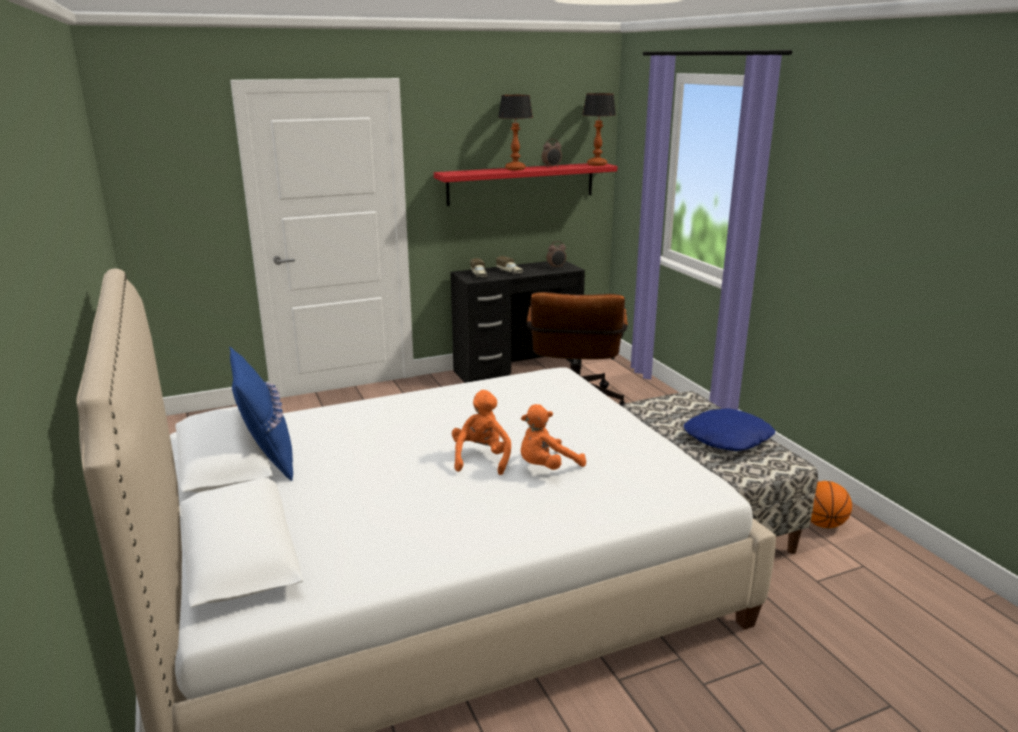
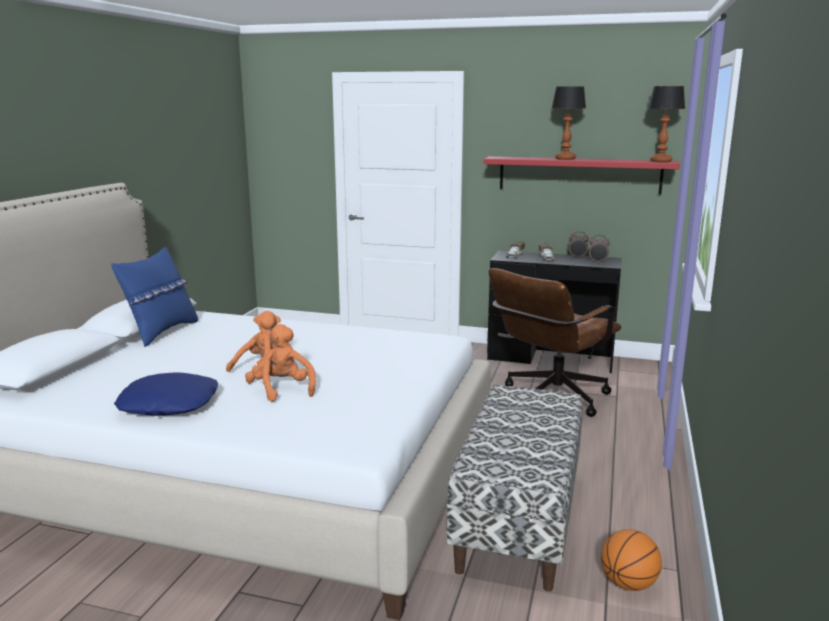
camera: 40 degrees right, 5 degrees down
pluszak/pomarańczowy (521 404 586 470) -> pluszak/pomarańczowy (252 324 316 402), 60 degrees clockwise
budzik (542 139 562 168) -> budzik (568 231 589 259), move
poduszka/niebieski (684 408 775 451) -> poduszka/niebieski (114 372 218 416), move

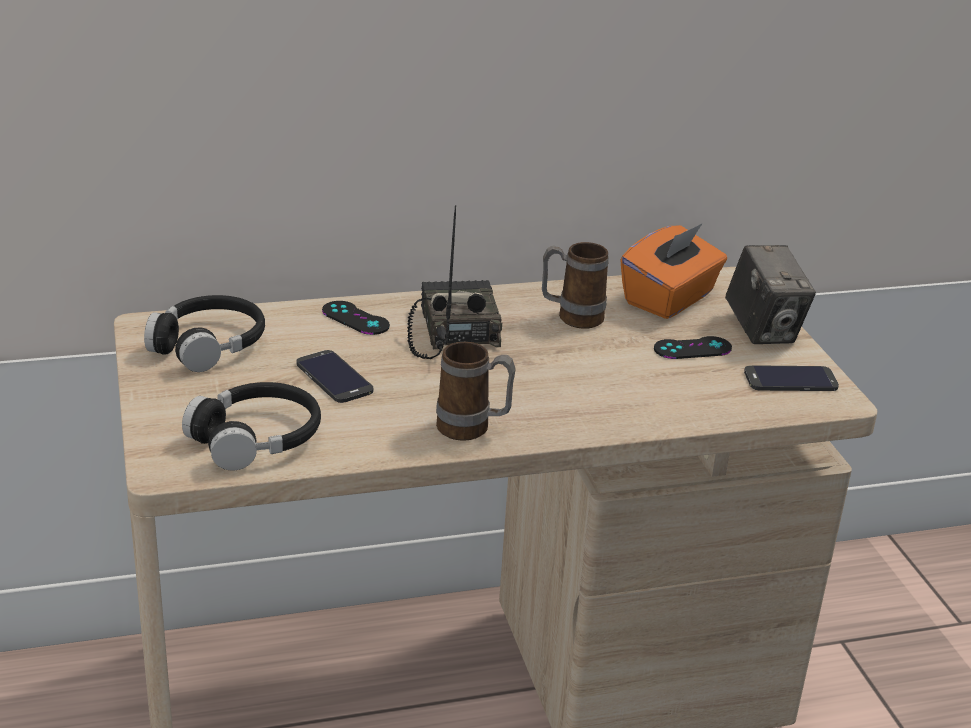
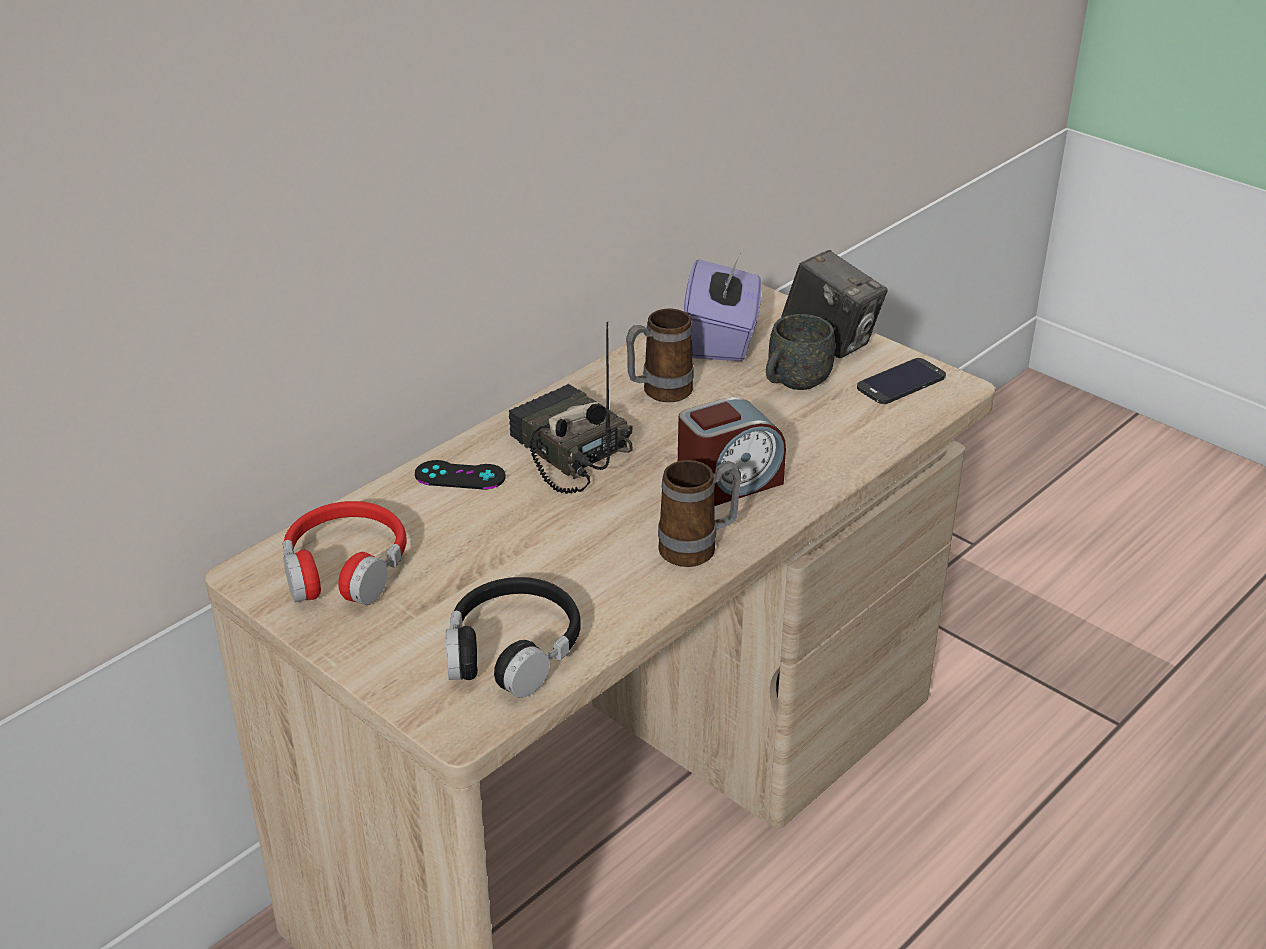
camera: 30 degrees left, 5 degrees up
słuchawki/czarny (144 295 265 372) -> słuchawki/czerwony (283 501 407 605)
telefon (296 350 374 403) -> none
pudełko chusteczek/pomarańczowy (620 223 727 319) -> pudełko chusteczek/fioletowy (684 252 762 361)
pad do gier/czarny (654 336 732 359) -> kubek/szary (766 314 835 390)
none -> budzik (678 397 786 506)

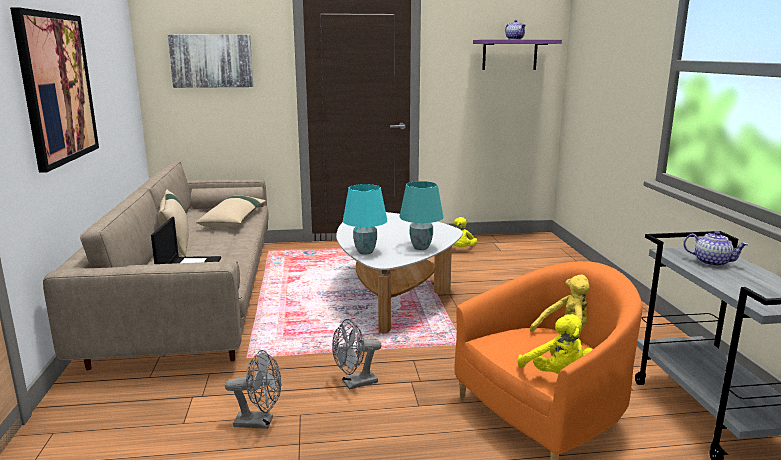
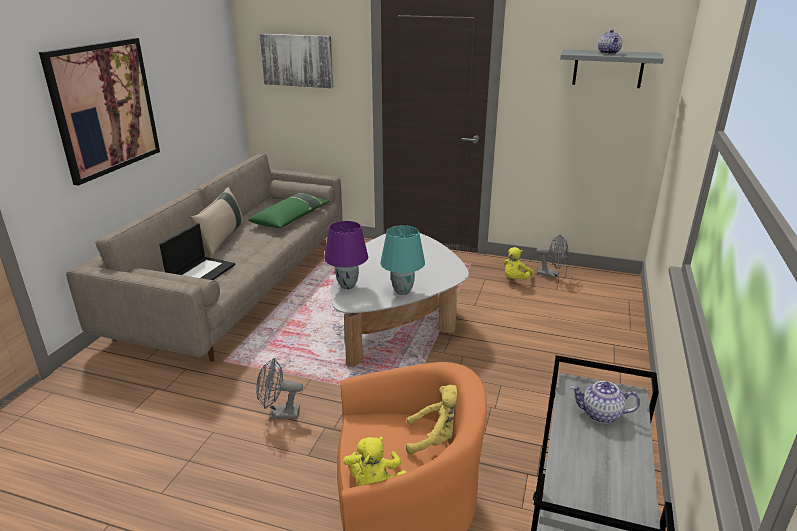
camera: 25 degrees right, 10 degrees up
poduszka/beżowy (196 196 266 228) -> poduszka/zielony (248 193 330 228)
wentylator/szary (225 350 281 429) -> wentylator/szary (536 235 568 278), move
lampa stołowa/turkusowy (343 184 387 255) -> lampa stołowa/fioletowy (324 221 368 289)
półka/fioletowy (473 39 562 70) -> półka/szary (560 49 664 88)
imbryk (683 231 749 266) -> imbryk (571 381 640 424), 135 degrees clockwise

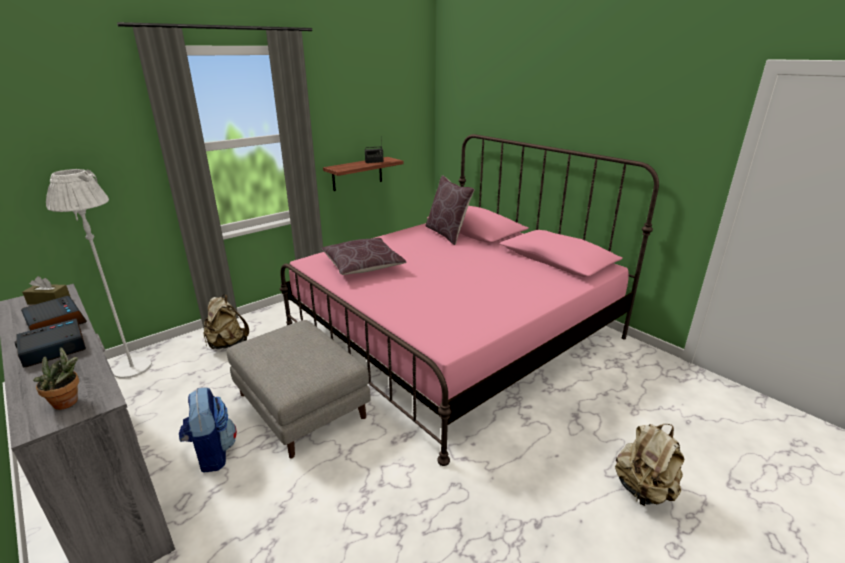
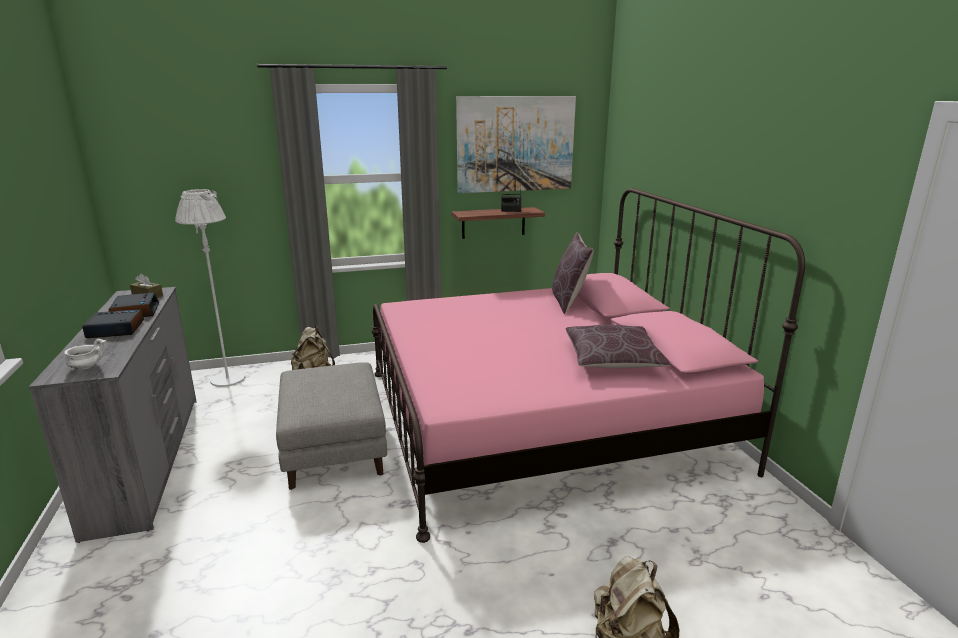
camera: 25 degrees right, 5 degrees down
roślina doniczkowa (33 347 79 410) -> miska/biały (64 339 106 369)
plecak (179 388 237 472) -> none
poduszka/brązowy (322 238 406 275) -> poduszka/brązowy (565 325 670 368), move
none -> obraz (456 96 576 193)

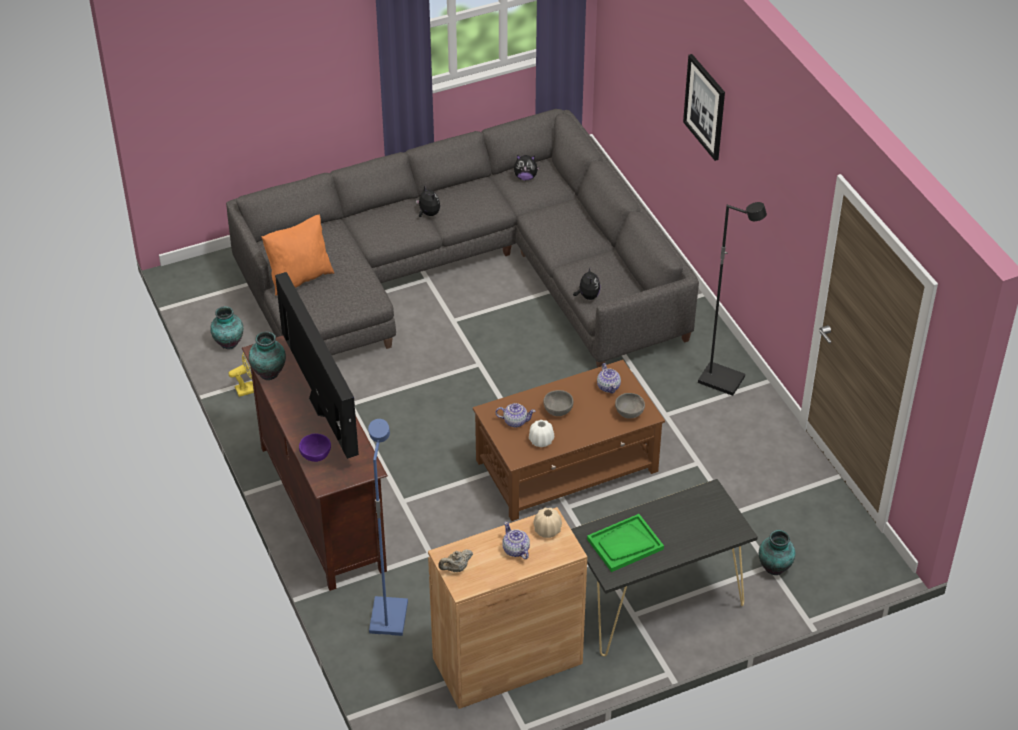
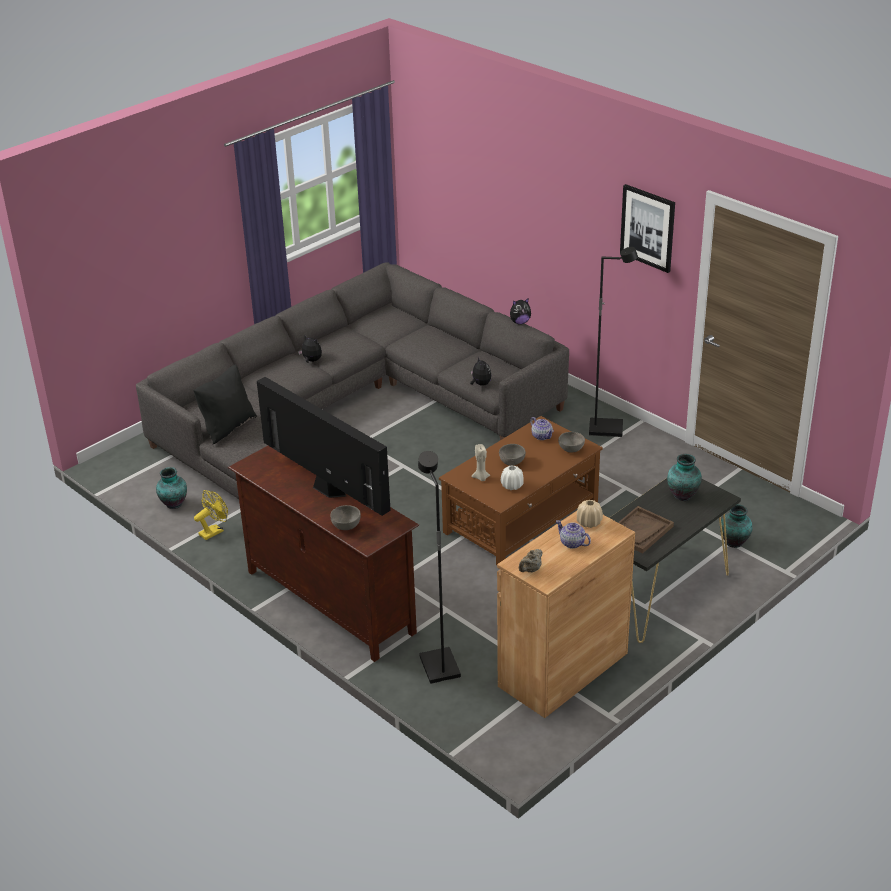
camera: 20 degrees left, 10 degrees down
wazon (249 331 286 380) -> wazon (667 454 702 501), move
poduszka/pomarańczowy (261 215 334 295) -> poduszka/czarny (193 364 257 444)
miska/fioletowy (299 433 331 462) -> miska/szary (331 505 361 530)
lampa stojąca/niebieski (368 419 408 636) -> lampa stojąca/czarny (418 451 461 684)
imbryk (495 403 536 427) -> świeca/beżowy (472 444 490 481)
pluszak (514 155 540 180) -> pluszak (510 298 531 324), move
taca/zielony (587 514 664 572) -> taca/brązowy (618 506 674 554)
obraz (683 54 725 161) -> obraz (620 184 675 273), move

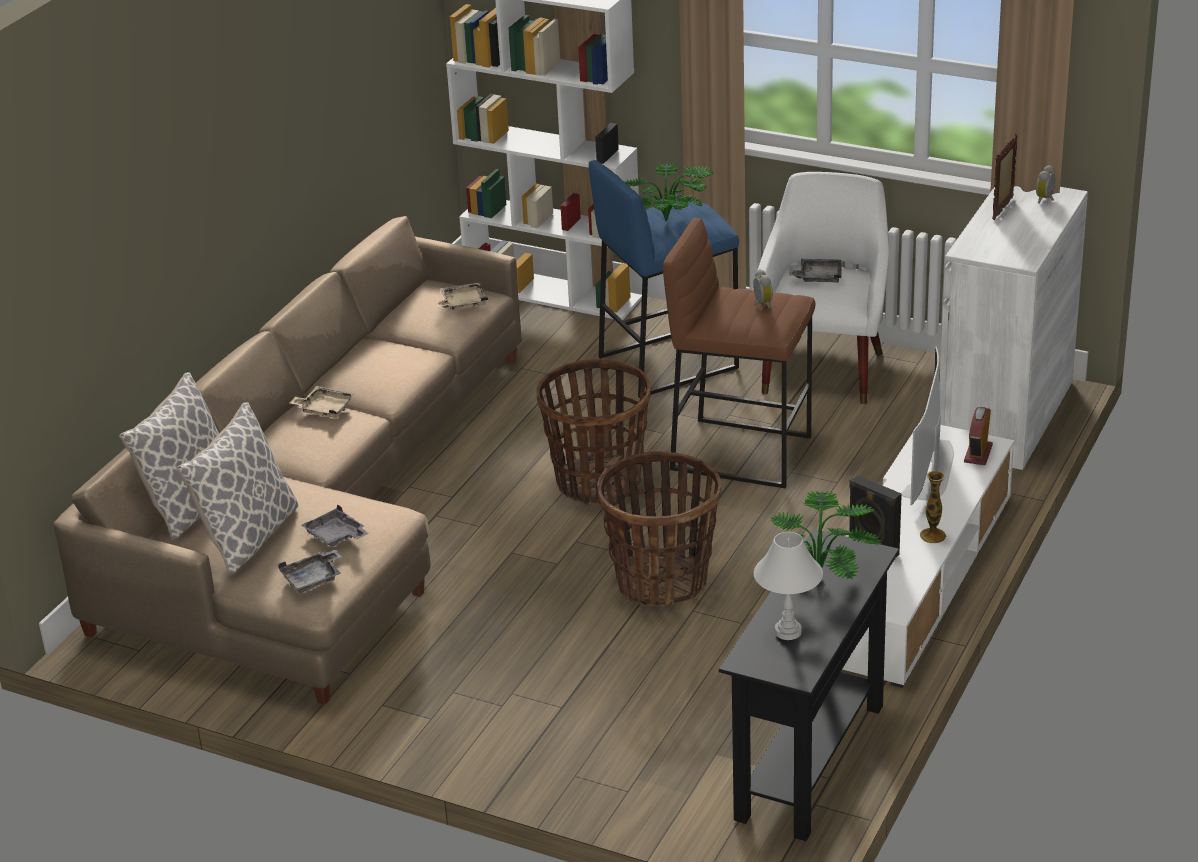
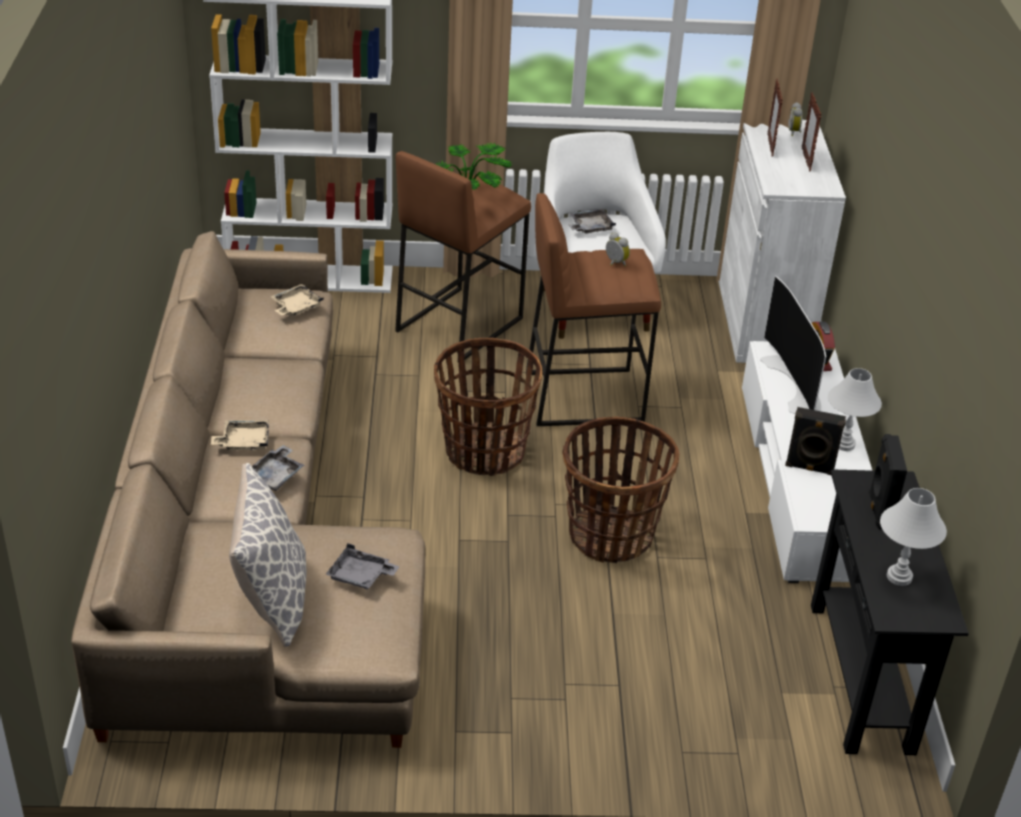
camera: 30 degrees left, 5 degrees up
poduszka (119 373 219 540) -> none
taca/szary (278 550 342 593) -> taca/szary (252 445 304 491), move
stołek/niebieski (589 160 739 398) -> stołek/brązowy (395 151 531 363)
roślina doniczkowa (771 491 881 580) -> głośnik/czarny (869 434 907 530)
wazon (920 471 946 543) -> lampa stołowa/biały (828 368 882 451)
none -> ramka na zdjęcie (802 92 821 171)

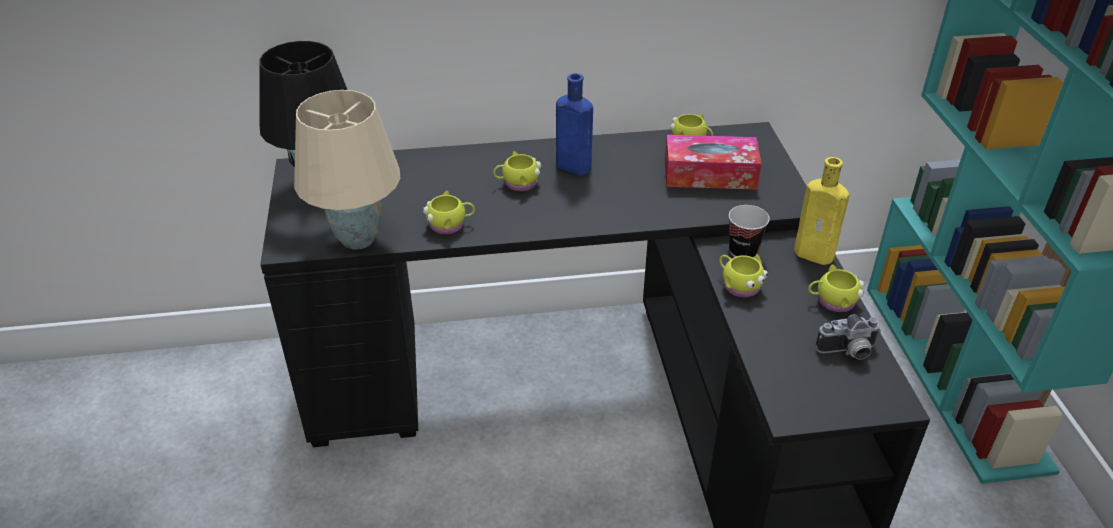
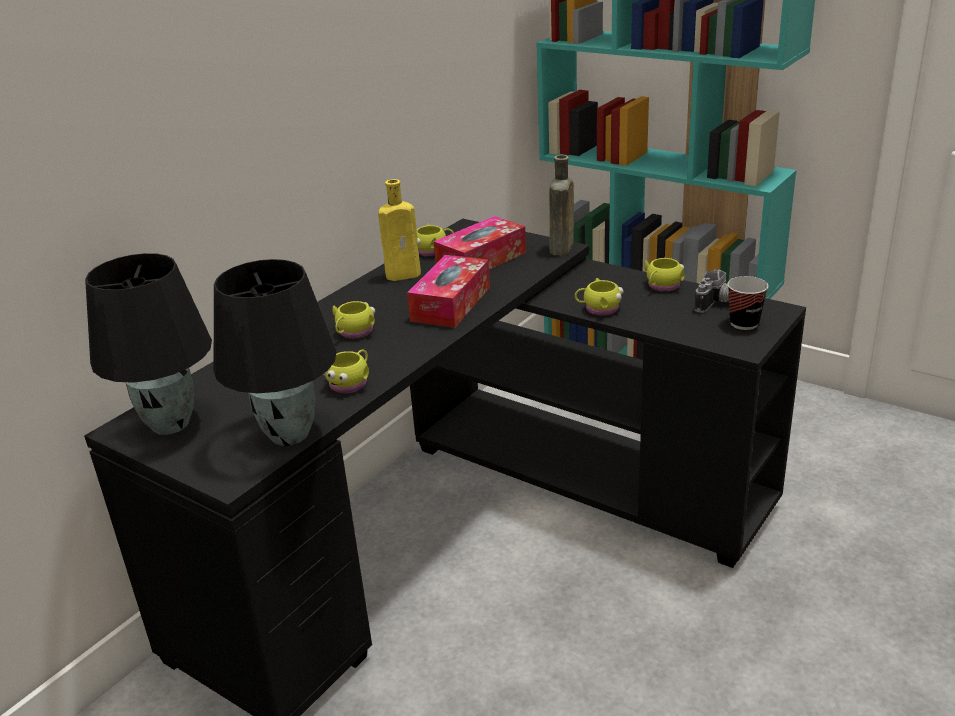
camera: 45 degrees left, 10 degrees down
lampa stołowa/beżowy (294 90 400 250) -> lampa stołowa/czarny (214 259 336 446)
butelka/niebieski (556 73 593 175) -> none
filiżanka (729 205 770 258) -> filiżanka (727 276 768 330), move
butelka/żółty (794 157 850 265) -> butelka/żółty (378 179 421 281), move
none -> pudełko chusteczek (407 255 490 328)
none -> butelka/brązowy (549 155 574 256)

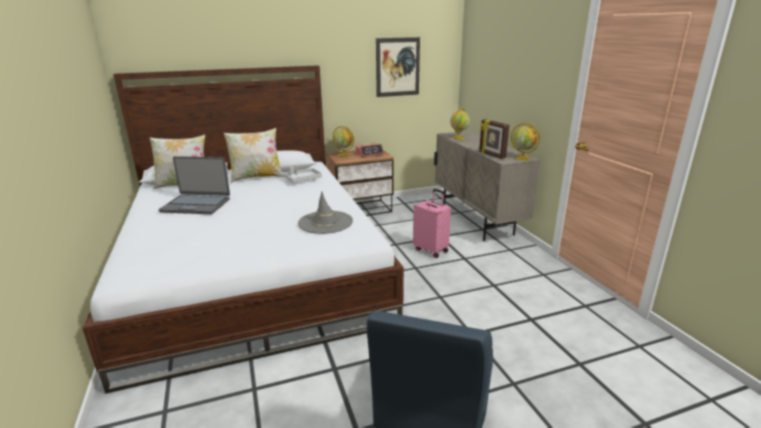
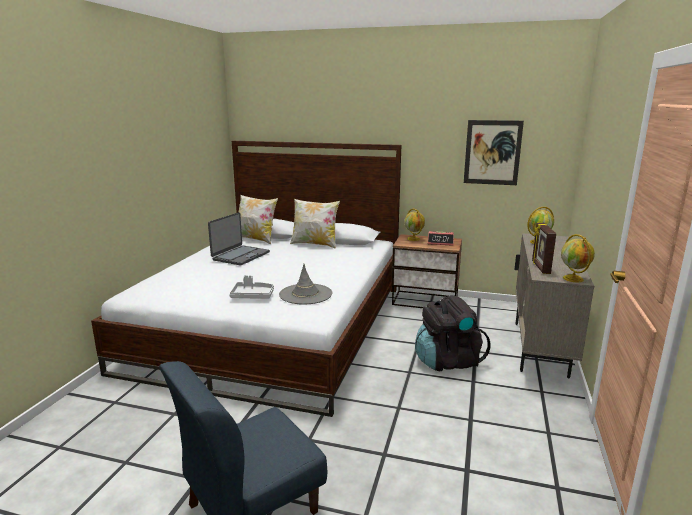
camera: 35 degrees right, 5 degrees down
laptop (159 156 230 214) -> laptop (208 212 270 265), 105 degrees counterclockwise
taca/szary (283 165 322 183) -> taca/szary (229 275 274 298), move
walizka/różowy (413 189 451 258) -> plecak/czarny (415 295 490 371)

